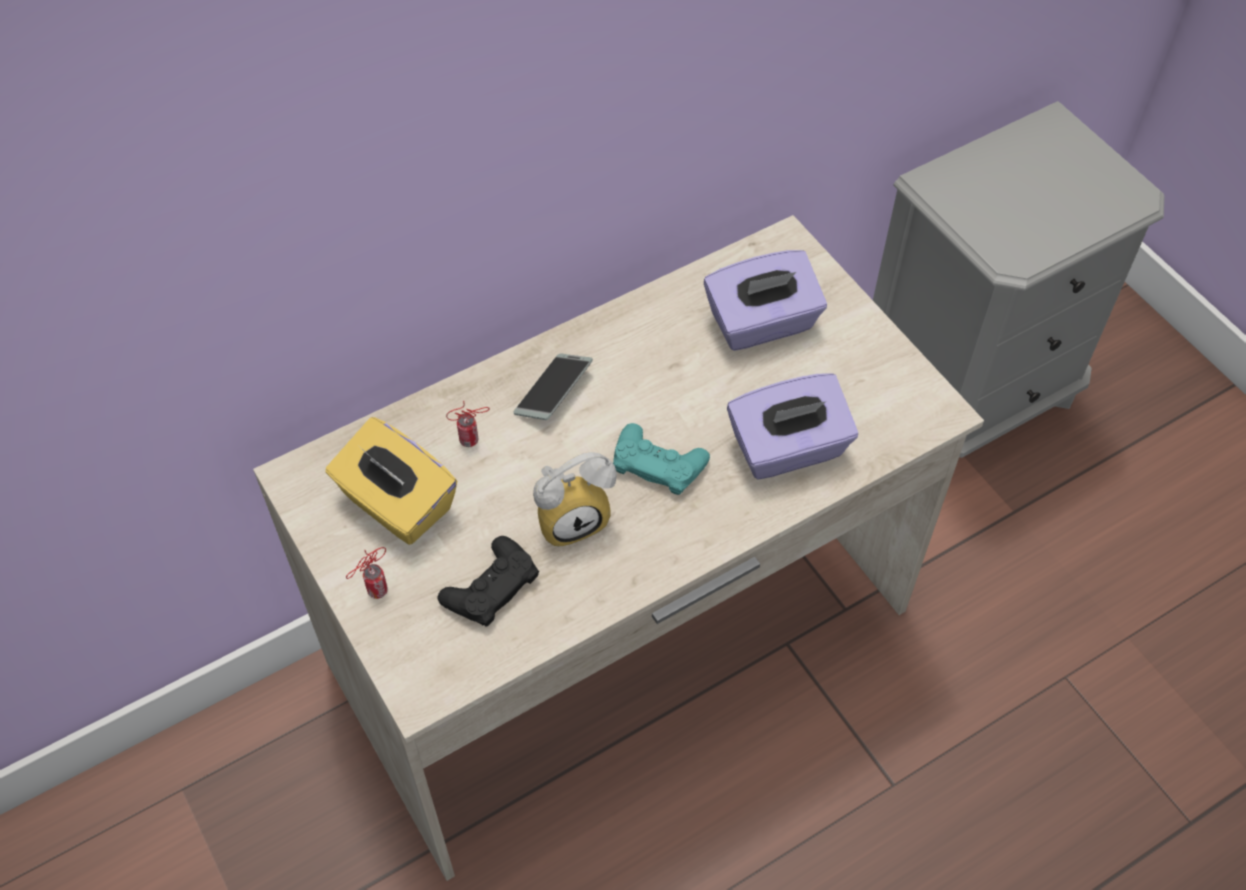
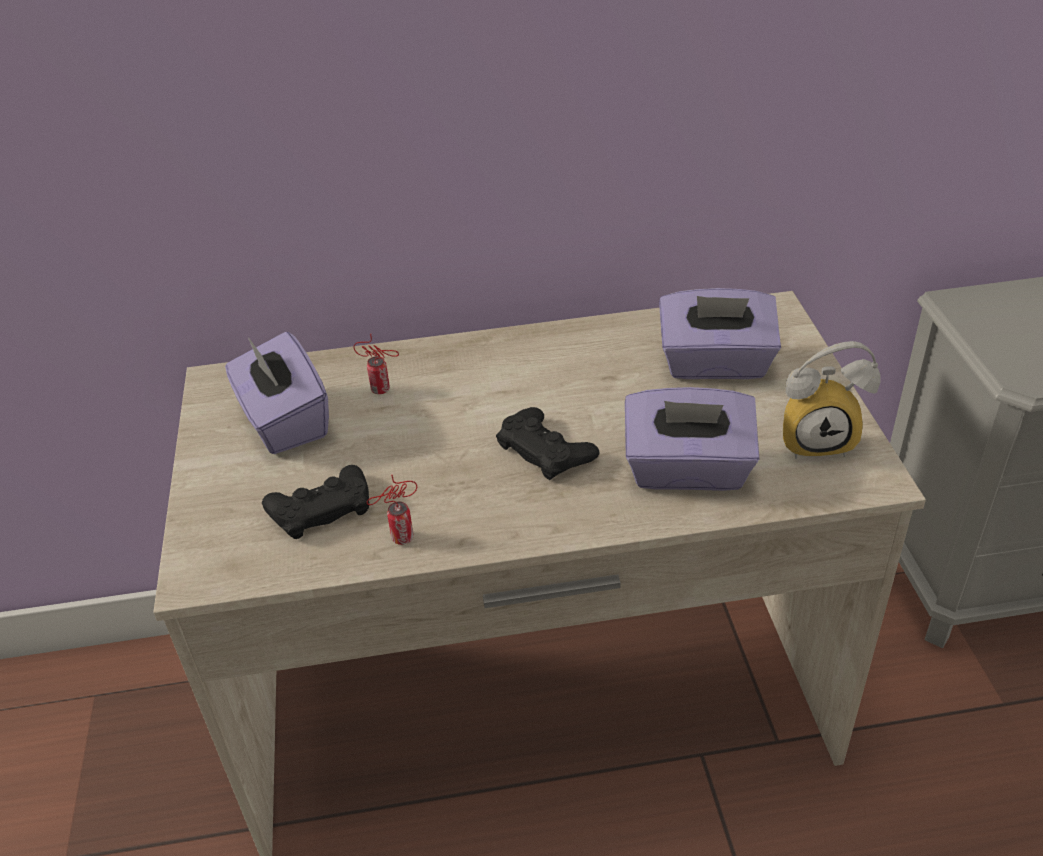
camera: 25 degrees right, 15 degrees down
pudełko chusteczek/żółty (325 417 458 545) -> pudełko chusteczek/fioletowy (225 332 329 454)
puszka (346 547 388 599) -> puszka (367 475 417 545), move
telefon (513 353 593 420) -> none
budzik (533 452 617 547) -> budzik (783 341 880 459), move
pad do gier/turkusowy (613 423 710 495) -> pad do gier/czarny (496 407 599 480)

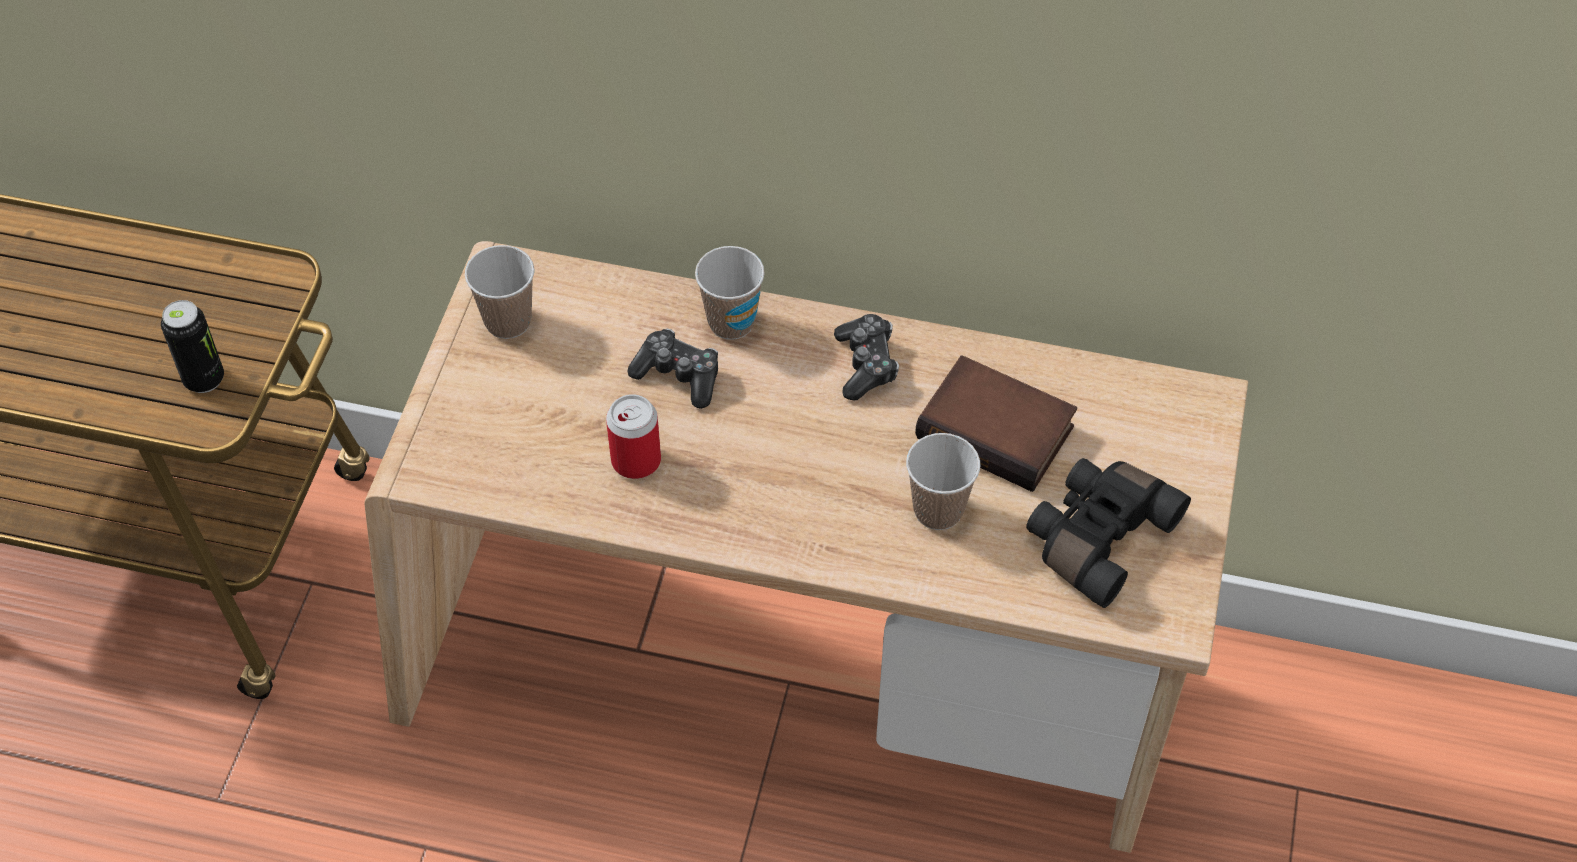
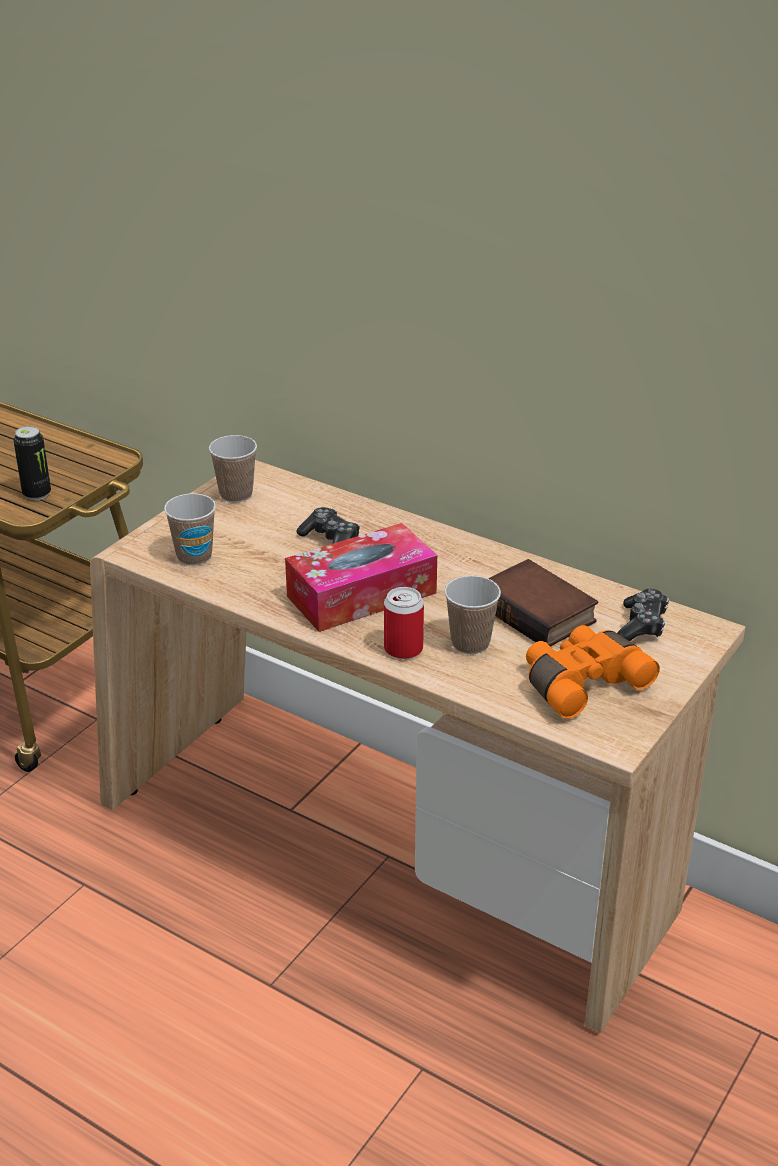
camera: 20 degrees right, 20 degrees down
puszka (606 394 661 479) -> puszka (384 587 424 659), move
filiżanka (695 246 765 340) -> filiżanka (164 494 216 566), move
pad do gier (834 314 899 400) -> pad do gier (617 589 669 641), move
lornetka/czarny (1026 458 1191 608) -> lornetka/pomarańczowy (526 625 660 719)
none -> pudełko chusteczek (285 523 437 632)

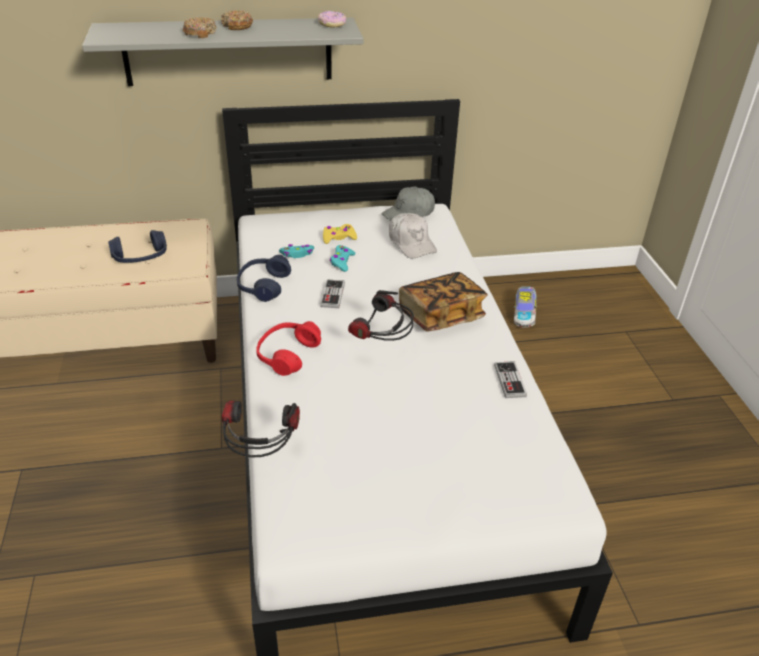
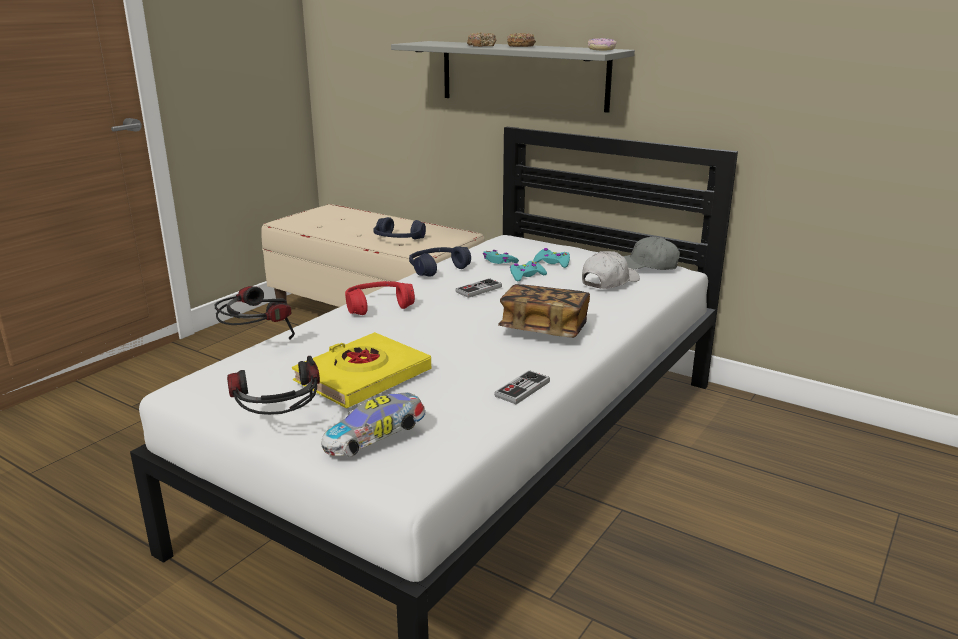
camera: 45 degrees right, 15 degrees down
pad do gier/żółty (323 224 357 244) -> pad do gier/turkusowy (533 248 570 268)
słuchawki (348 290 414 341) -> słuchawki (227 356 320 415), move
czapka z daszkiem/biały (389 213 437 258) -> czapka z daszkiem/biały (582 251 640 289), 150 degrees counterclockwise
samochodzik (514 286 537 328) -> samochodzik (321 392 426 457), move
none -> książka/żółty (292 332 431 408)

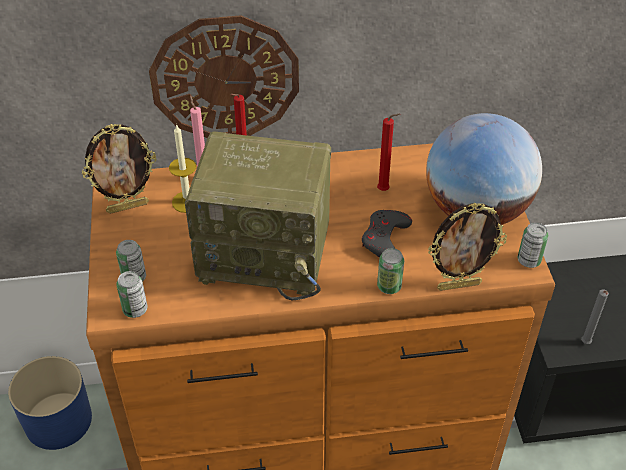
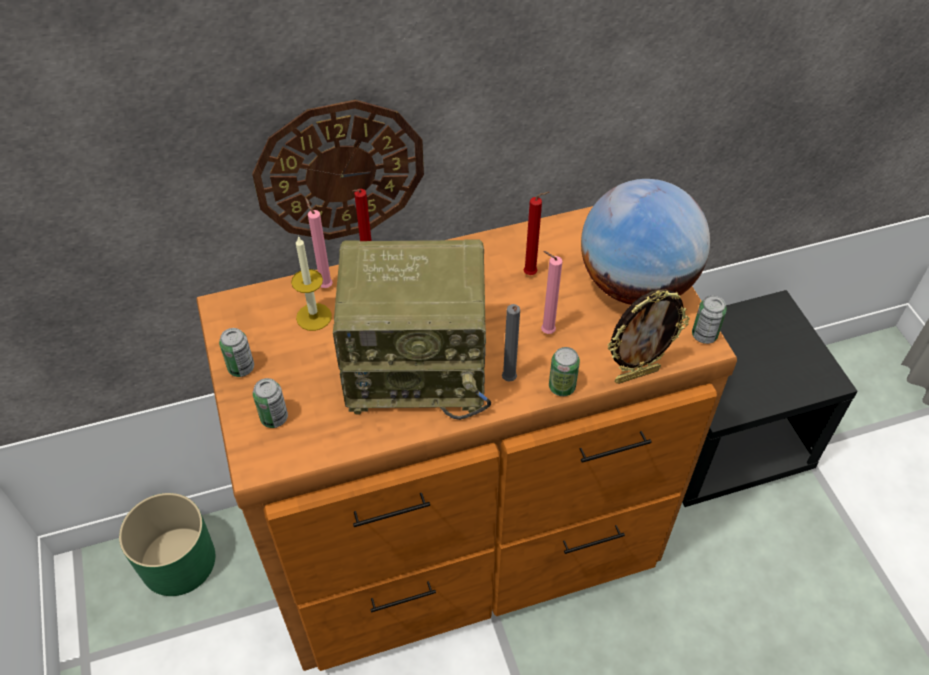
camera: 10 degrees left, 5 degrees up
donica/niebieski (8 356 92 450) -> donica/zielony (119 493 215 596)
ramka na zdjęcie (82 124 156 214) -> none
puszka (116 271 147 318) -> puszka (219 328 254 377), move
pad do gier/szary (362 210 412 258) -> świeca/różowy (541 251 563 334)
świeca/szary (581 289 609 344) -> świeca/szary (502 304 520 382), move

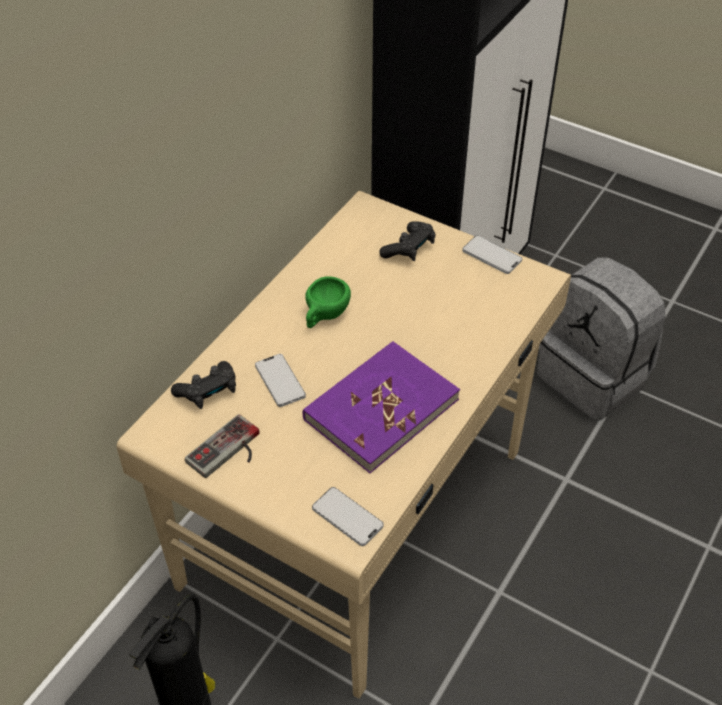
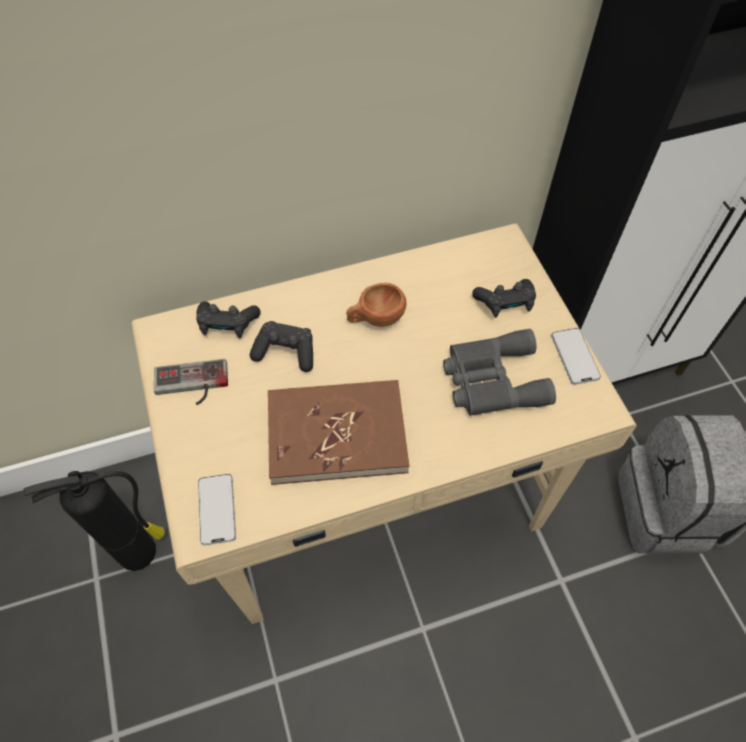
camera: 40 degrees right, 10 degrees up
telefon (255 354 306 407) -> pad do gier/czarny (250 321 313 372)
książka/fioletowy (302 341 460 473) -> książka/brązowy (268 380 409 485)
filiżanka/zielony (306 276 351 328) -> filiżanka/brązowy (346 283 407 327)
none -> lornetka/szary (443 329 556 416)

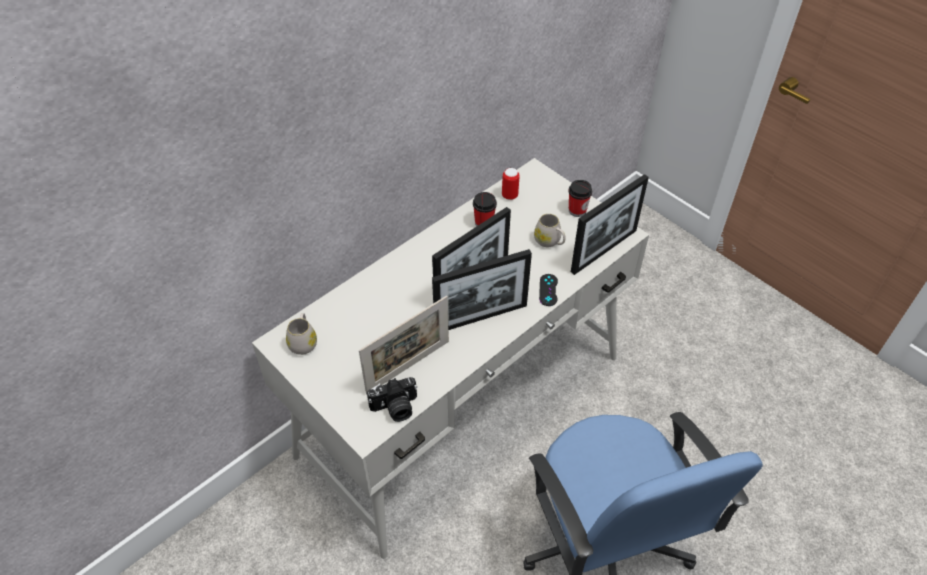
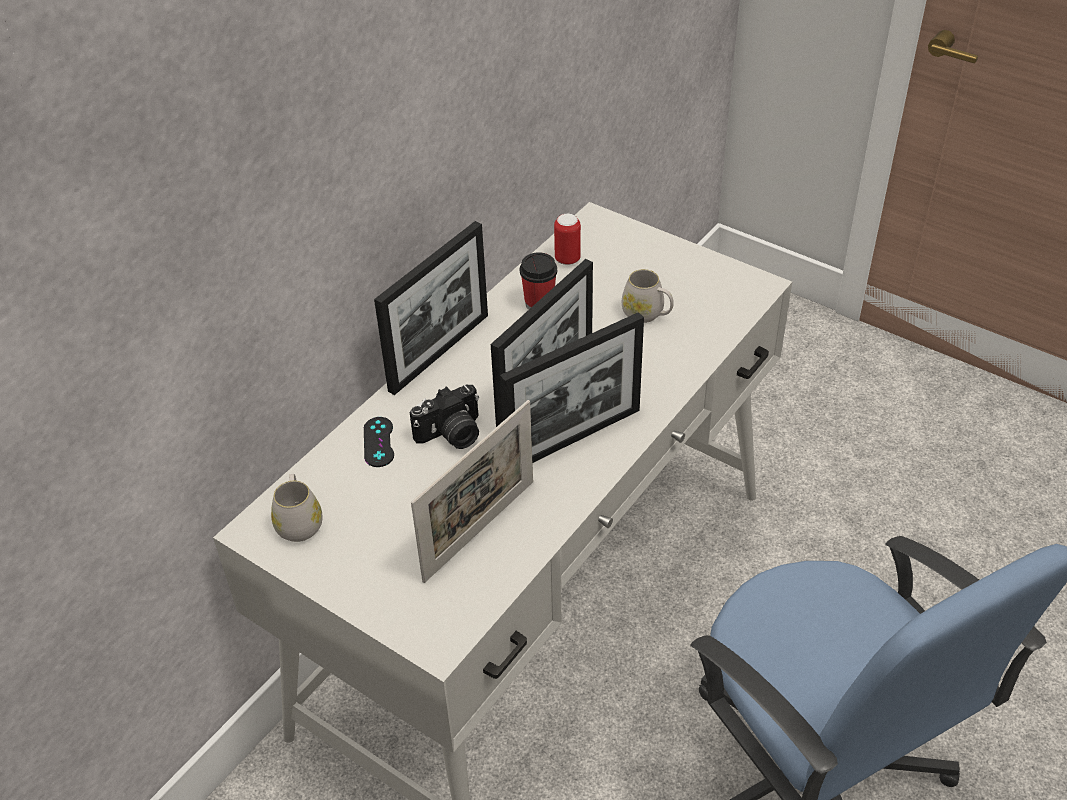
camera: 10 degrees left, 5 degrees down
aparat fotograficzny (367 377 418 422) -> aparat fotograficzny (410 385 479 449), move
pad do gier/czarny (539 274 558 306) -> pad do gier/czarny (364 417 394 467), move
filiżanka (568 180 592 217) -> none
ramka na zdjęcie (571 174 649 275) -> ramka na zdjęcie (374 221 488 395), move

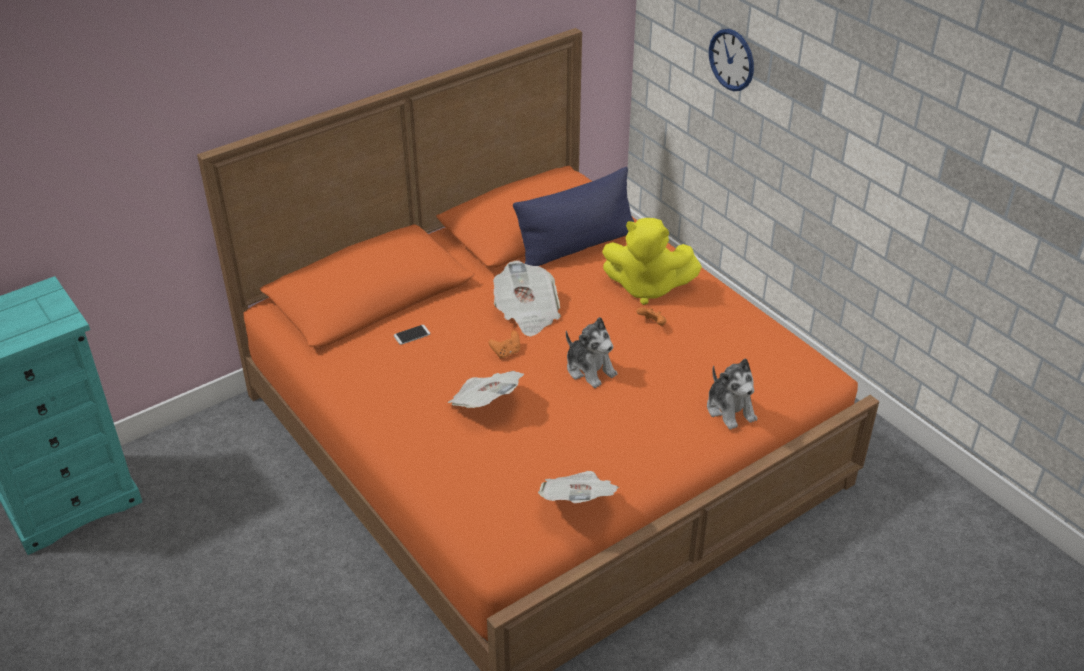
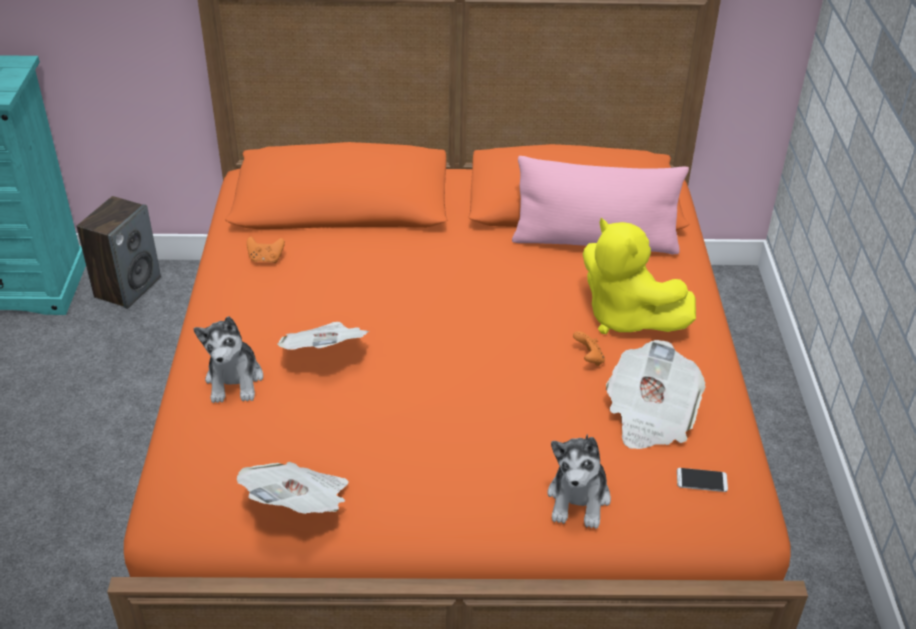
camera: 35 degrees right, 0 degrees up
telefon (394 325 430 345) -> telefon (677 468 728 492), move
pad do gier/pomarańczowy (489 330 520 358) -> pad do gier/pomarańczowy (247 237 285 263), move
gazeta (493 260 561 337) -> gazeta (606 340 706 449), move
poduszka/niebieski (513 167 634 266) -> poduszka/różowy (512 156 689 254)
pluszak (566 317 618 388) -> pluszak (194 316 263 403), move
zegar ścienny (709 29 754 91) -> none
none -> głośnik (77 196 161 309)

